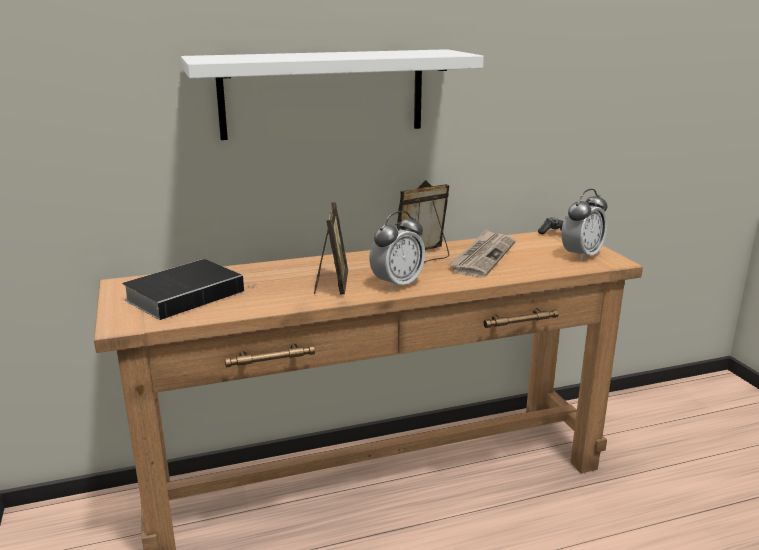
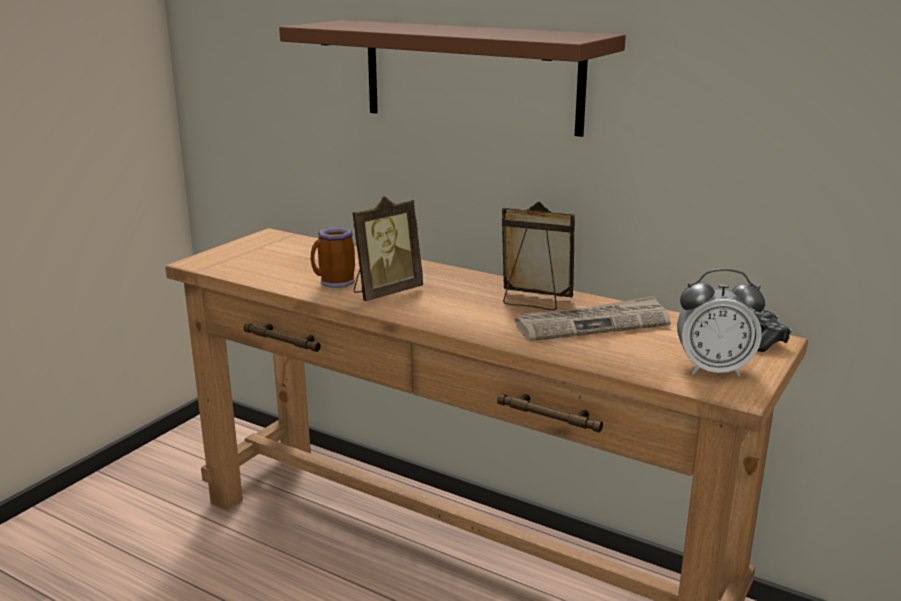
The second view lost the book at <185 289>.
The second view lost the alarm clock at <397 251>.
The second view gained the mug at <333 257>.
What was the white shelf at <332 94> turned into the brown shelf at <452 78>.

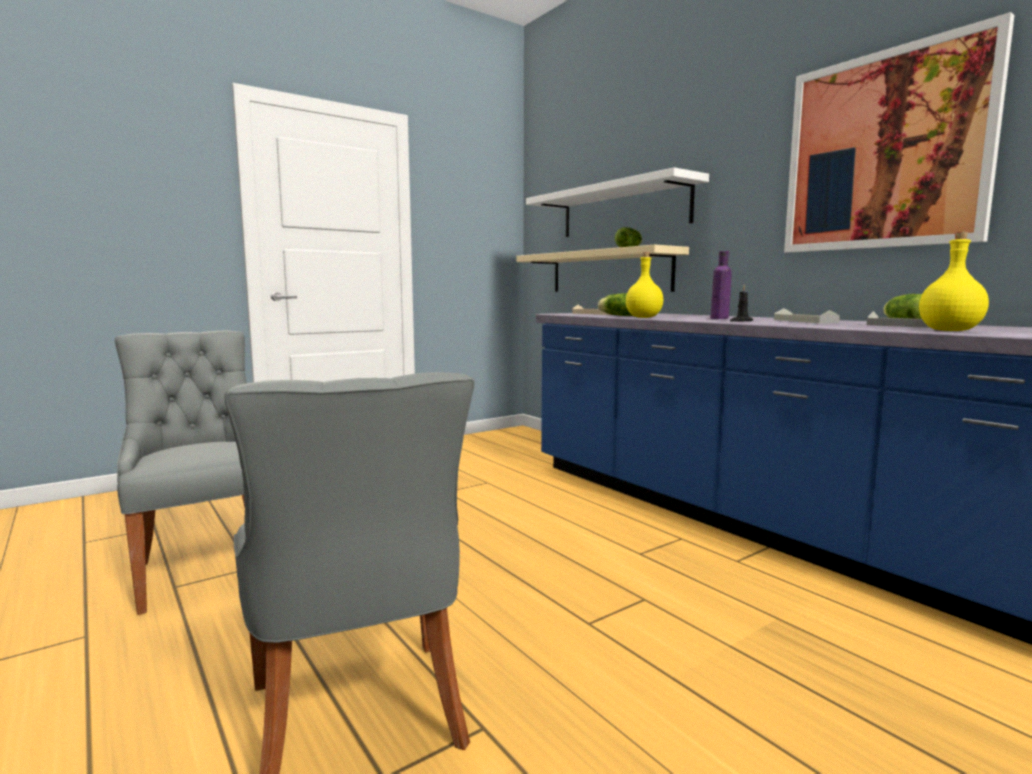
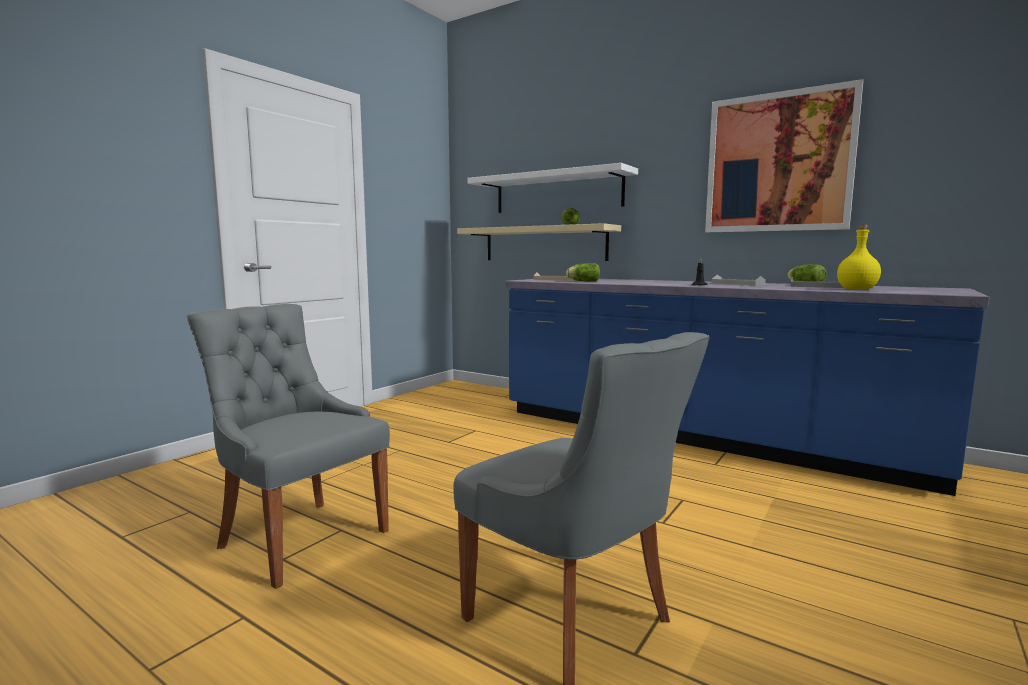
The second view lost the yellow bottle at <644 285>.
The second view lost the purple bottle at <721 285>.

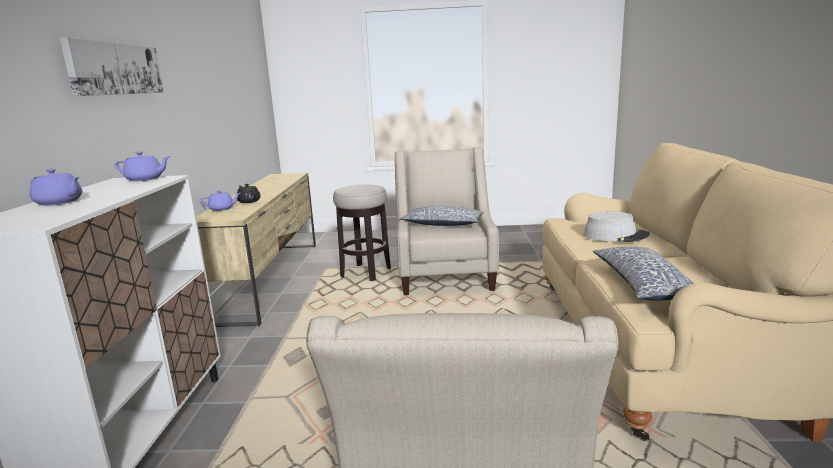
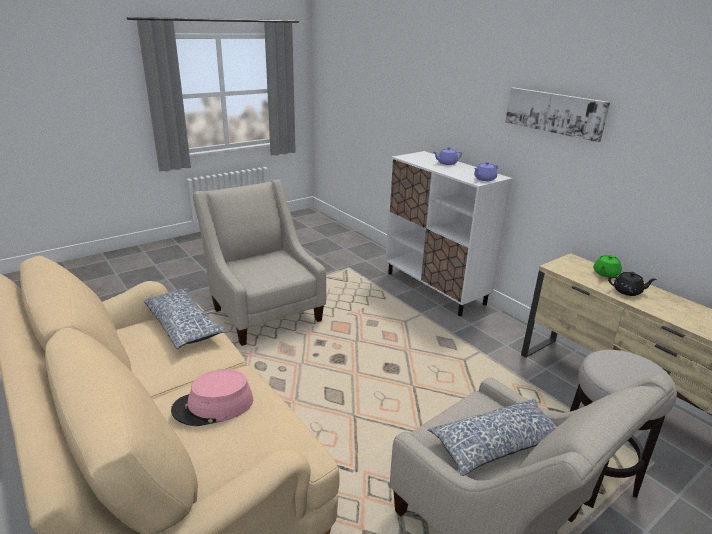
What was the purple teapot at <220 200> turned into the green teapot at <607 266>.
What was the grey hat at <616 227> turned into the pink hat at <212 397>.

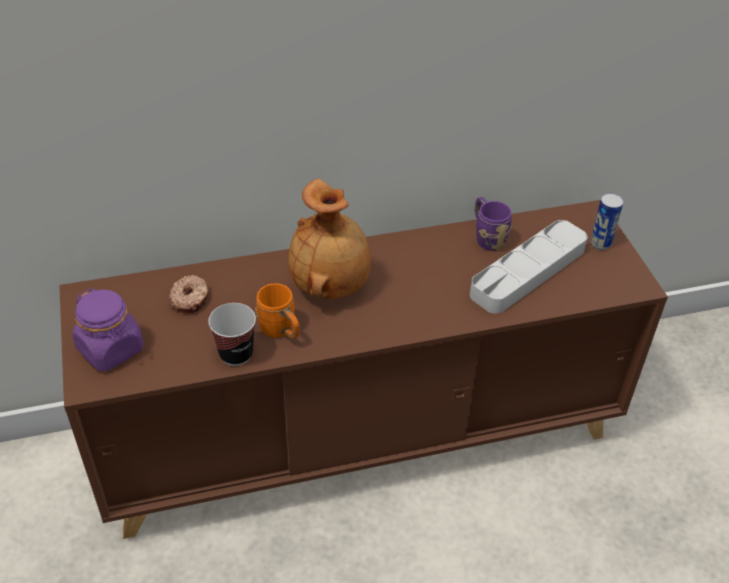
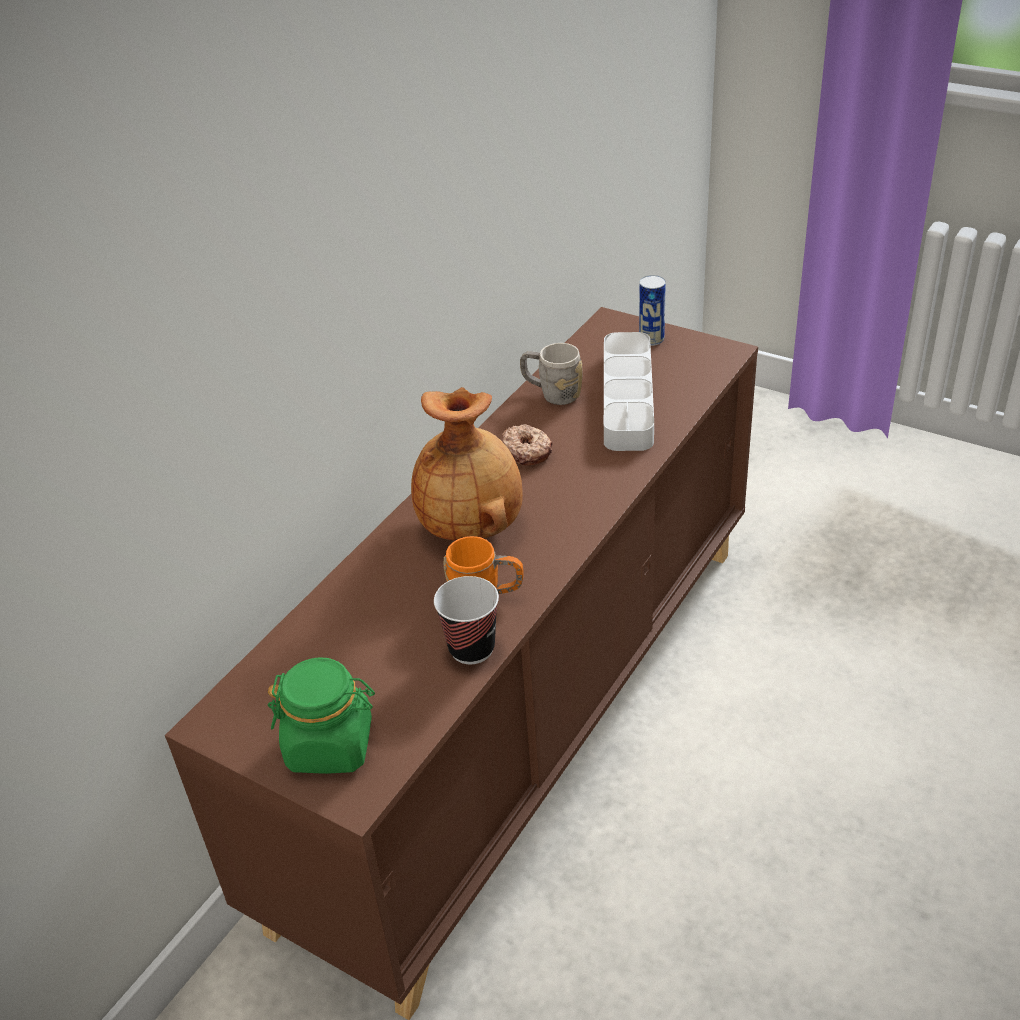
The donut ended up elsewhere, having gone from <189 294> to <527 444>.
What was the purple jar at <107 329> turned into the green jar at <321 715>.
What was the purple mug at <493 224> turned into the grey mug at <551 374>.

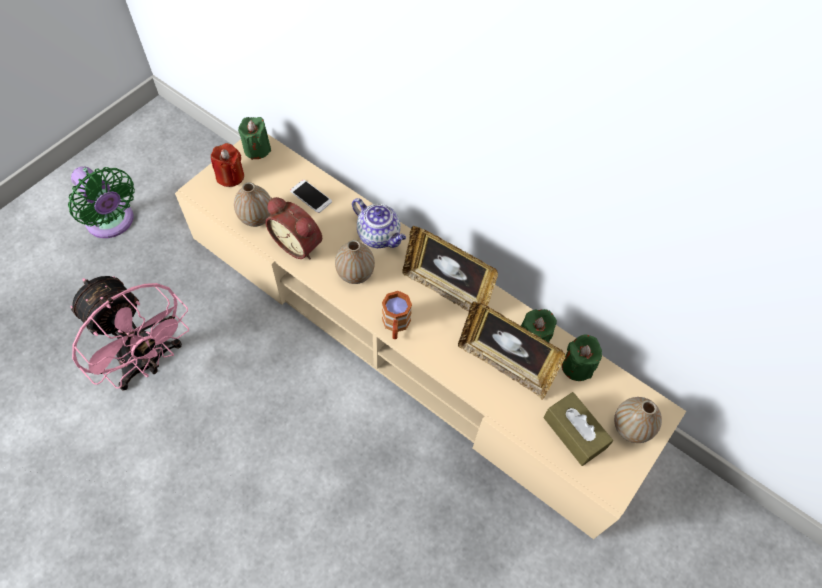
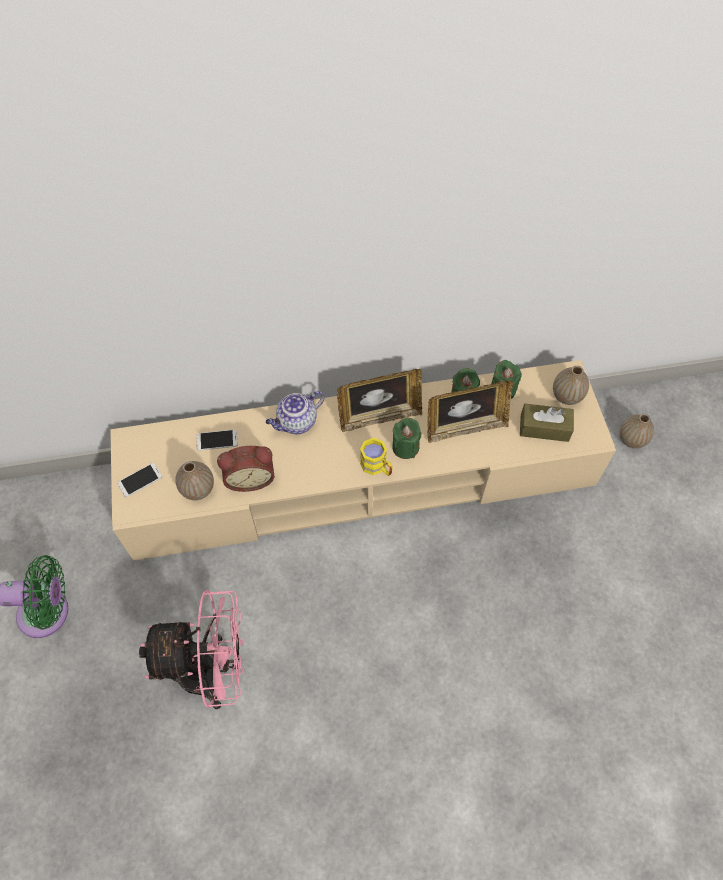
The green candle ended up elsewhere, having gone from <254 138> to <406 438>.
The vase ended up elsewhere, having gone from <355 262> to <637 431>.
Where the red candle stood at <227 165>, the phone came to stand at <139 480>.
What was the brown mug at <397 315> turned into the yellow mug at <376 457>.
The teapot at <379 223> ended up facing another way, 150 degrees clockwise from before.

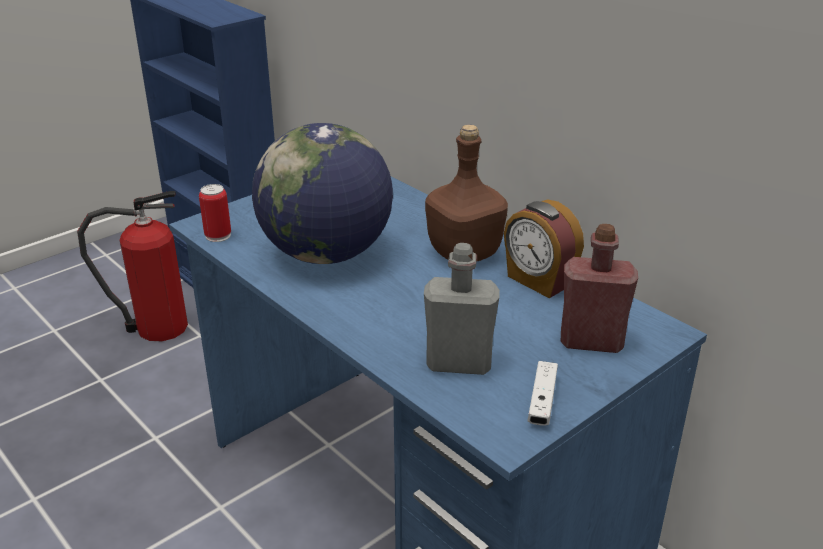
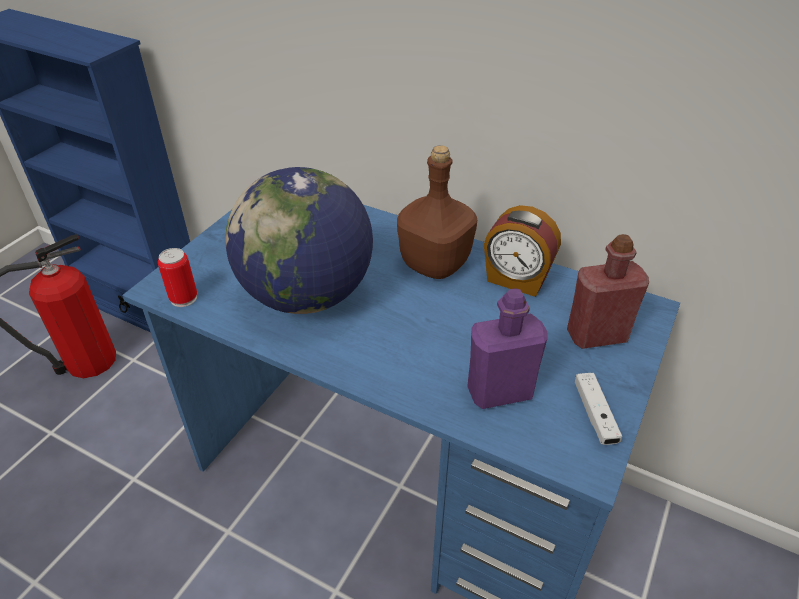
What was the grey bottle at <462 309> turned into the purple bottle at <507 348>.

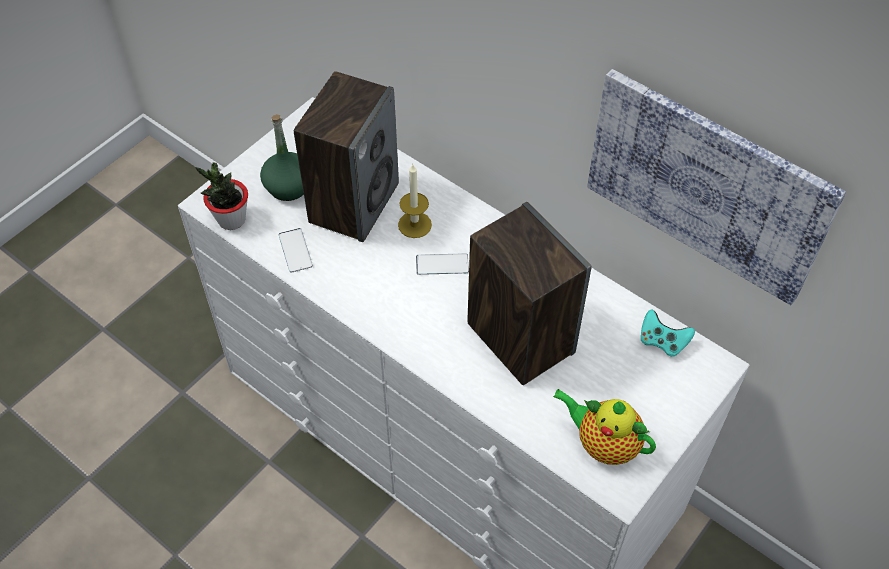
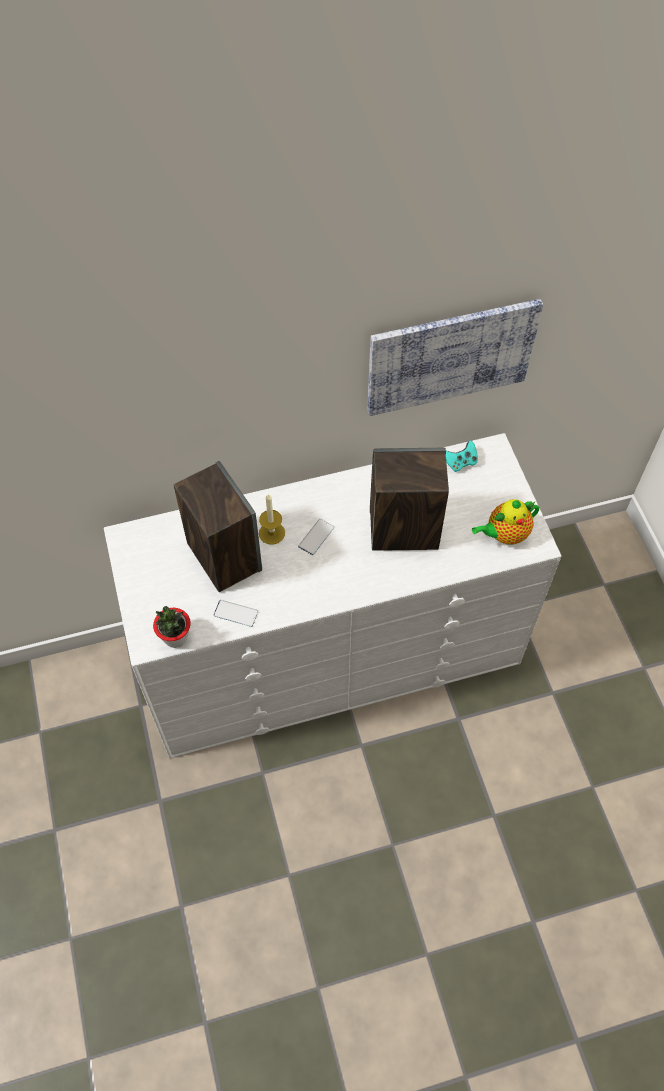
The second view lost the green bottle at <282 157>.

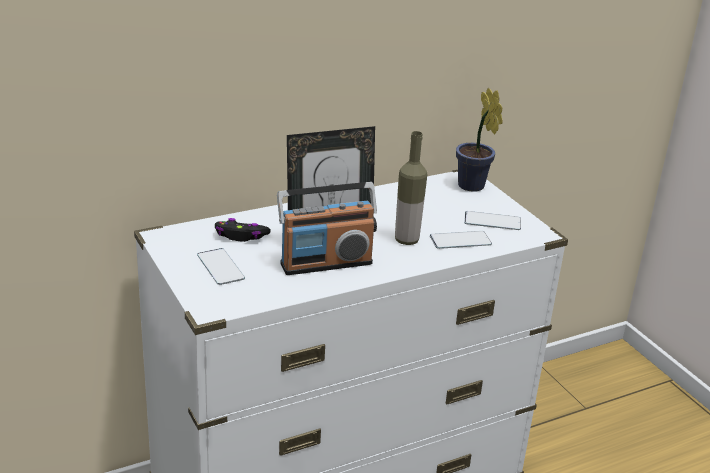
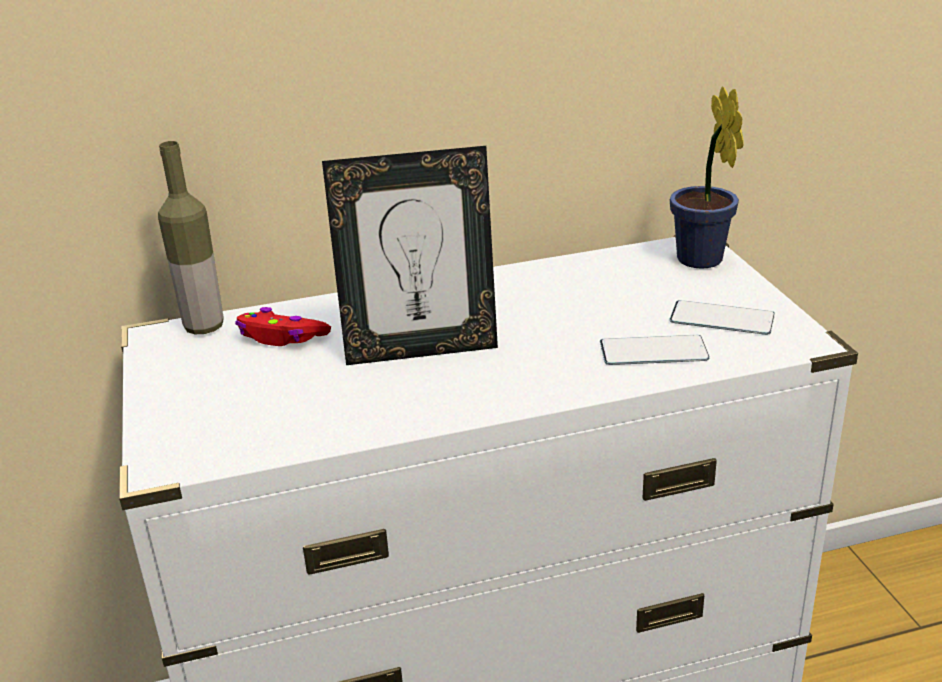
The second view lost the phone at <221 266>.
The second view lost the radio at <327 228>.
The bottle ended up elsewhere, having gone from <411 188> to <190 237>.
What was the black game controller at <243 230> turned into the red game controller at <283 326>.

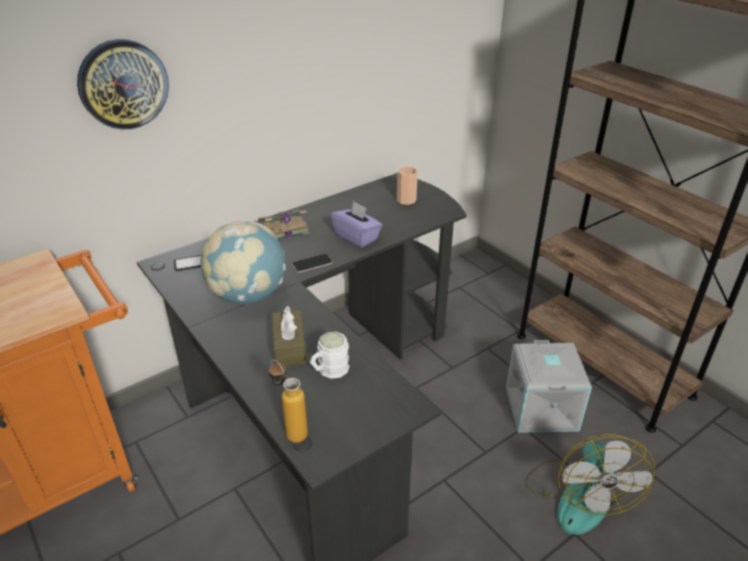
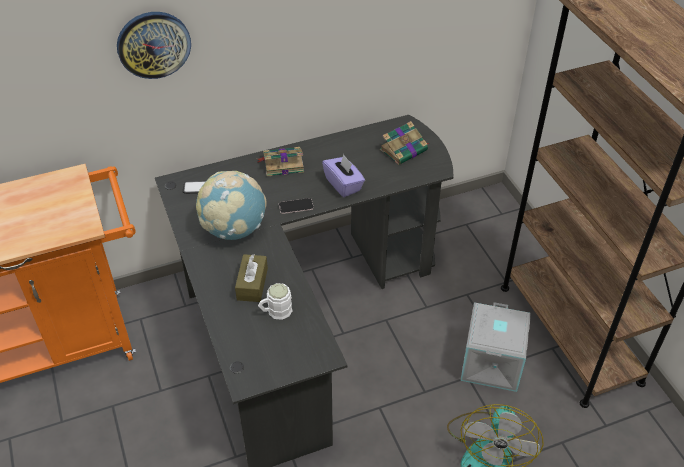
The second view lost the bottle at <288 401>.
Where the cup stood at <407 185>, the book came to stand at <404 143>.

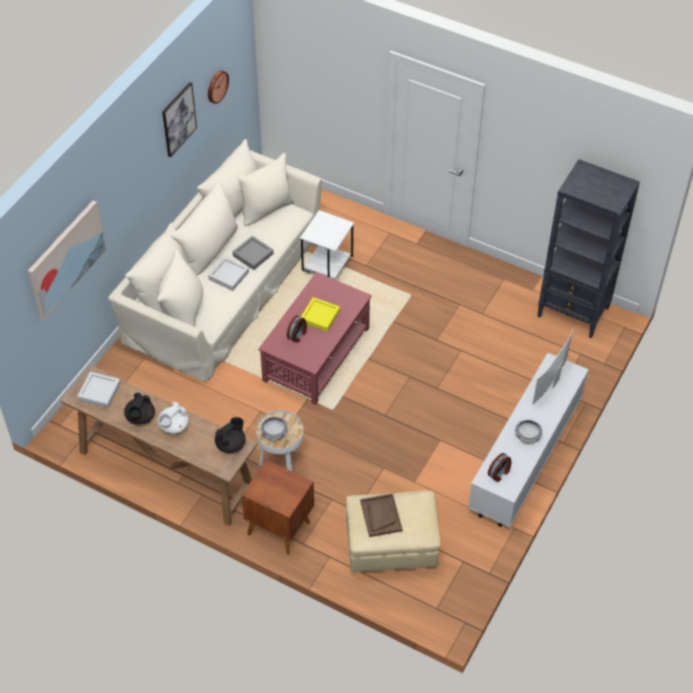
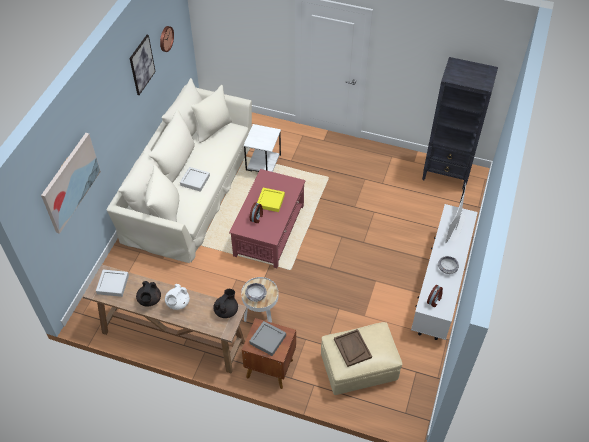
The grey tray ended up elsewhere, having gone from <253 253> to <267 338>.

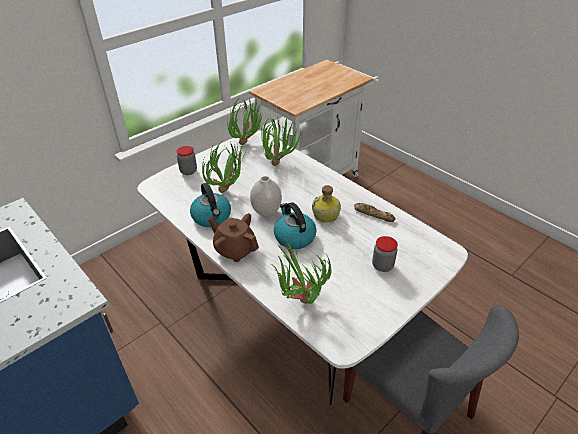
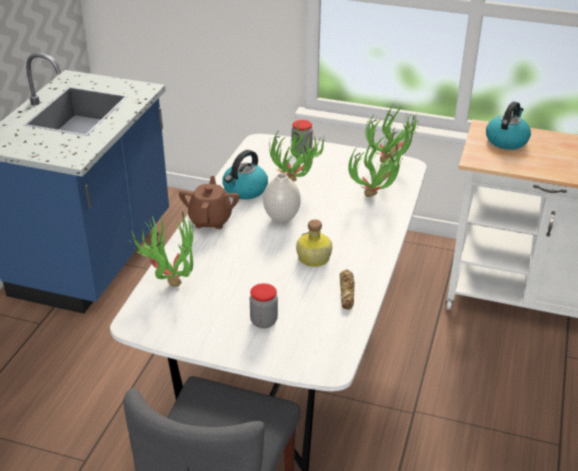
The kettle ended up elsewhere, having gone from <295 225> to <508 125>.

